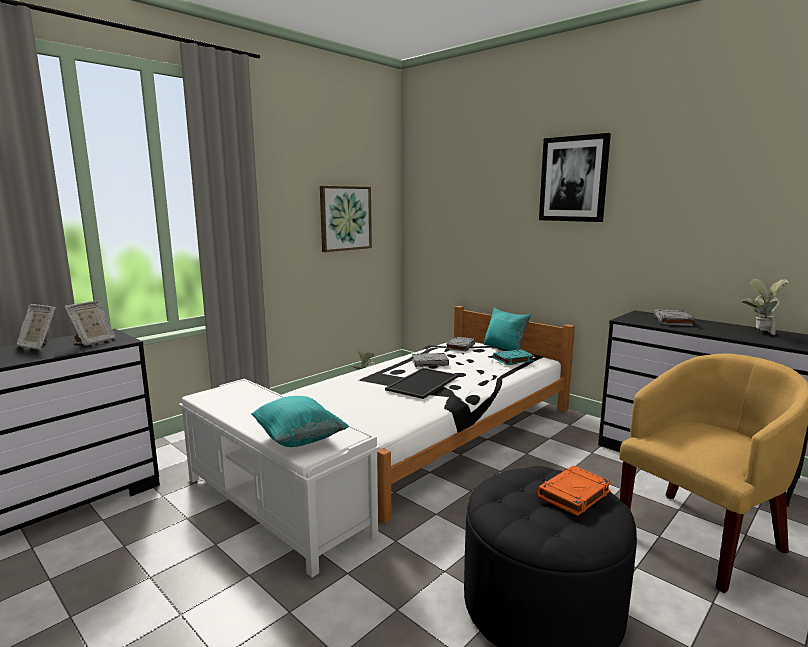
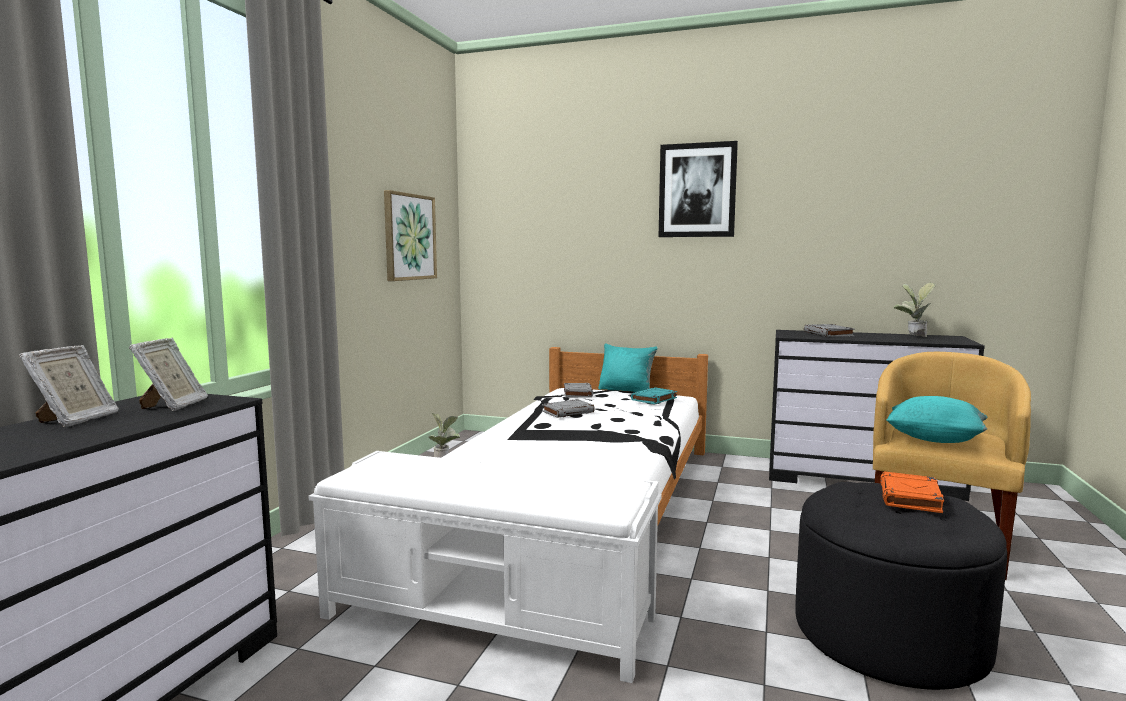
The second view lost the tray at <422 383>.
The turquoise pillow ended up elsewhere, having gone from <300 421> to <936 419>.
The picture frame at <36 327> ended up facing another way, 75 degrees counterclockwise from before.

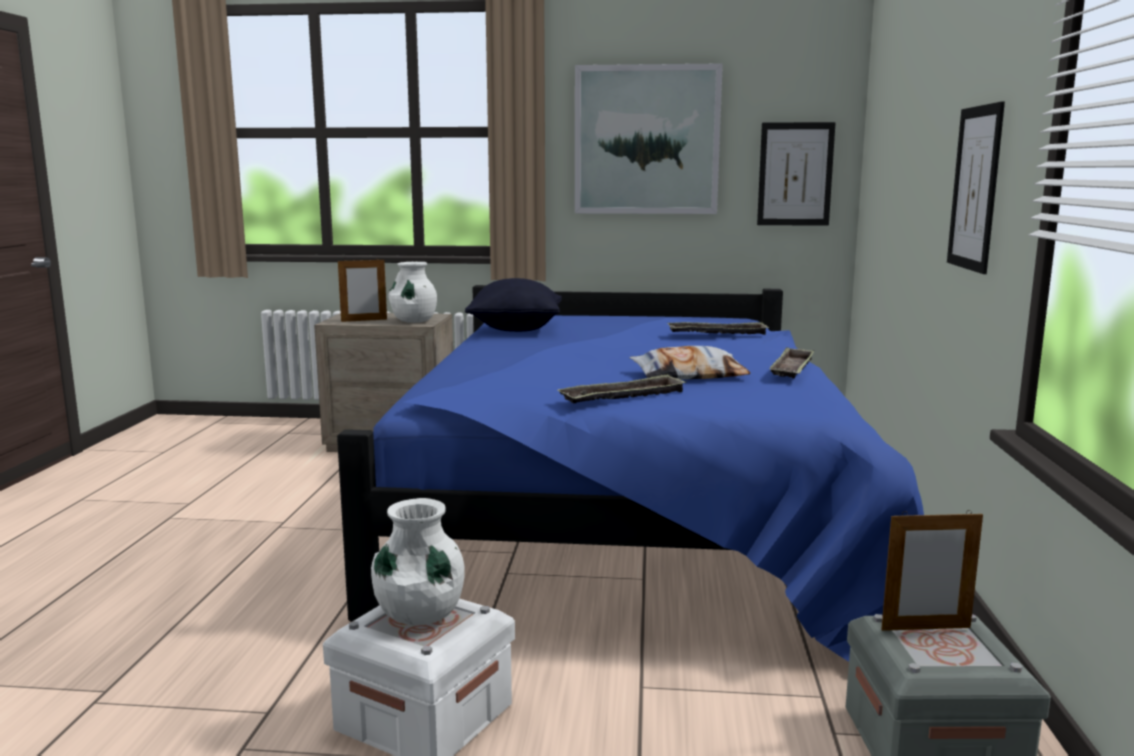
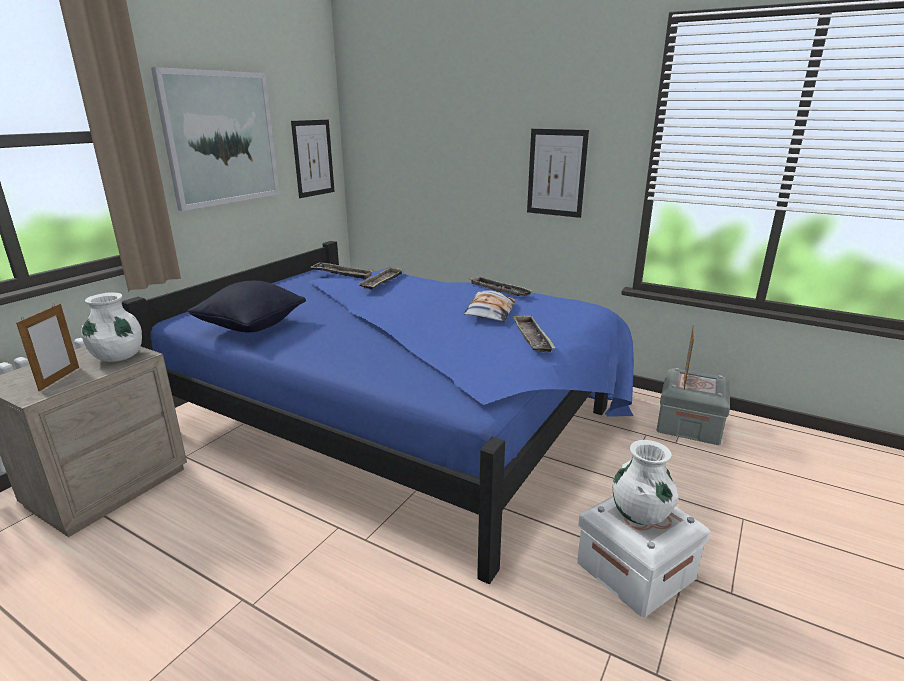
The second view gained the tray at <342 271>.

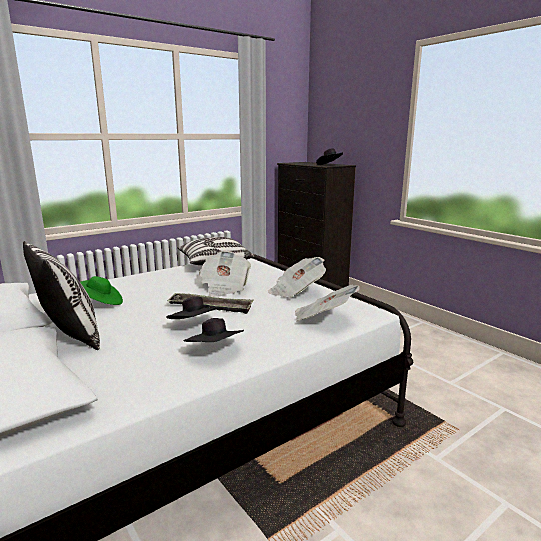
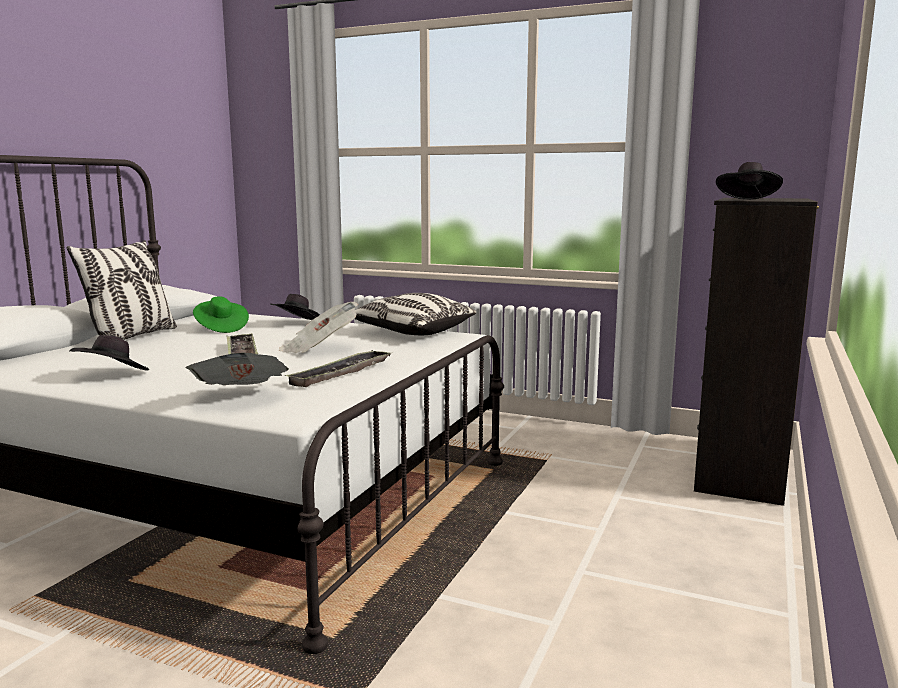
The black hat ended up elsewhere, having gone from <192 308> to <295 307>.
Where the newspaper stood at <297 277>, the tray came to stand at <337 368>.

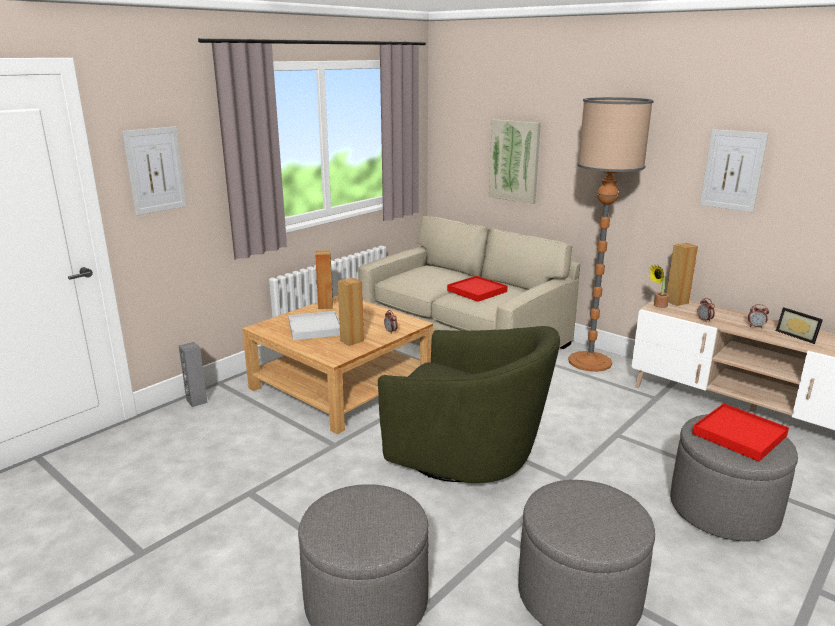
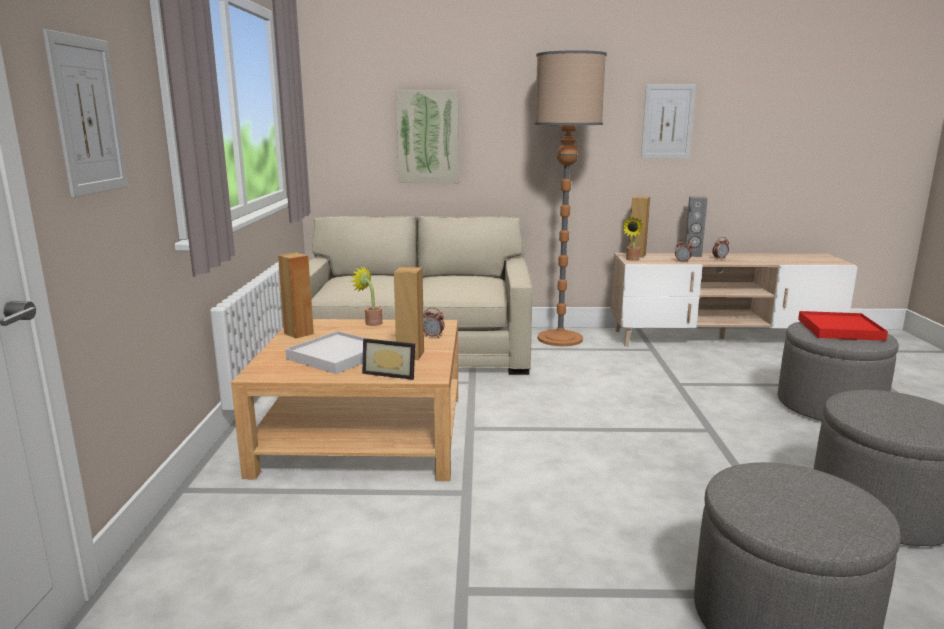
The second view lost the green armchair at <469 404>.
The second view lost the red tray at <477 289>.
The second view gained the potted plant at <366 296>.
The grey speaker ended up elsewhere, having gone from <193 374> to <696 226>.
The picture frame ended up elsewhere, having gone from <799 325> to <388 359>.

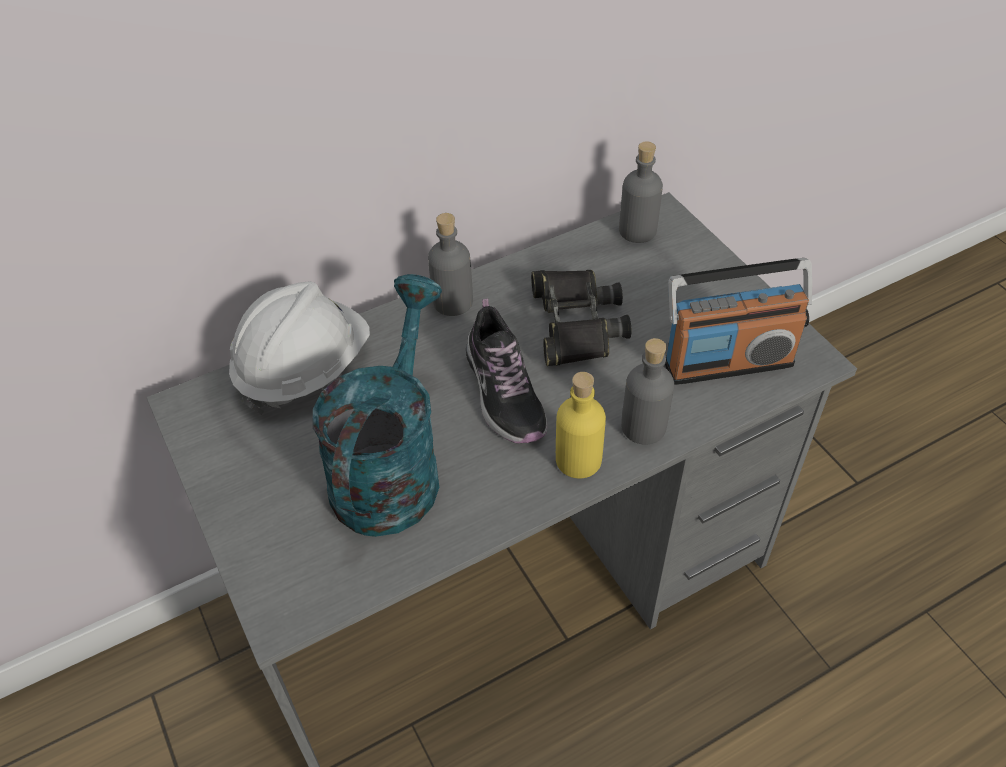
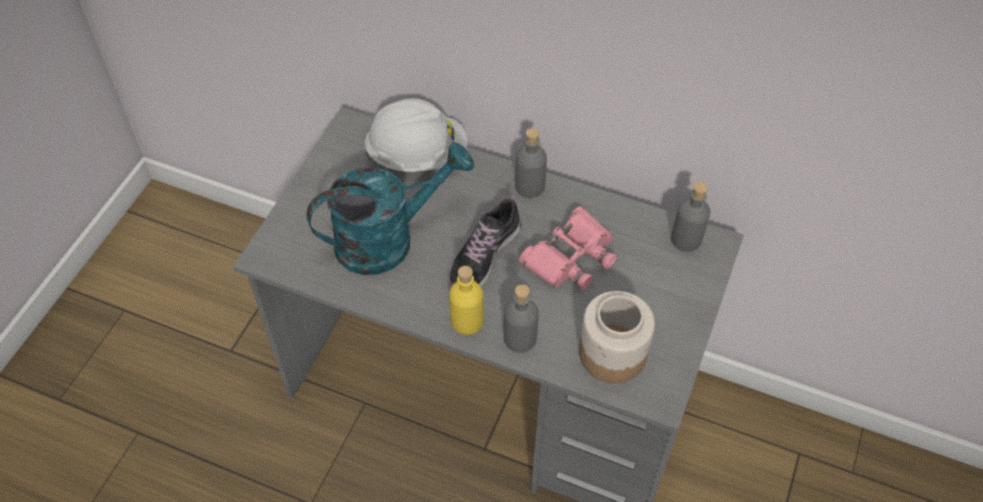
Where the radio stood at <738 321>, the jar came to stand at <617 337>.
What was the black binoculars at <581 318> turned into the pink binoculars at <568 248>.

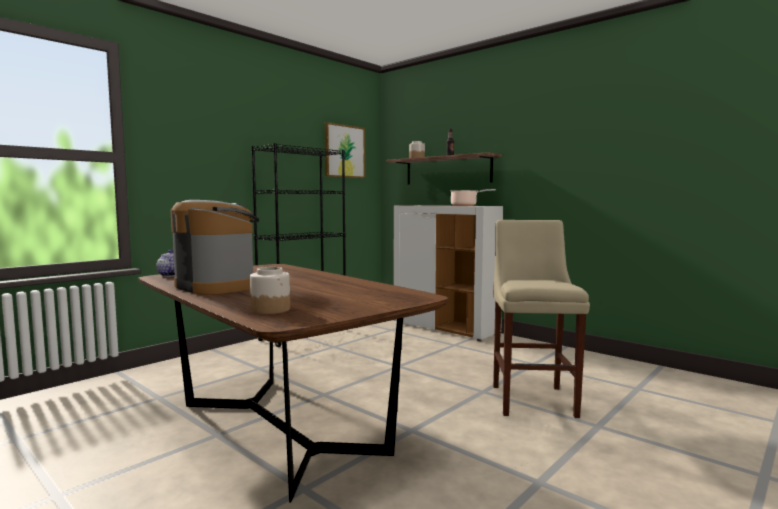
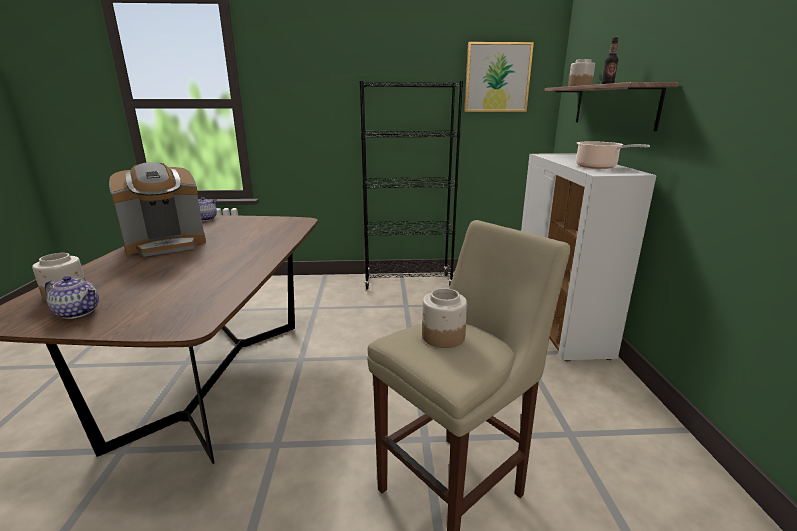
The second view gained the teapot at <72 297>.
The second view gained the jar at <444 318>.
The coffee machine at <214 247> ended up facing another way, 60 degrees clockwise from before.

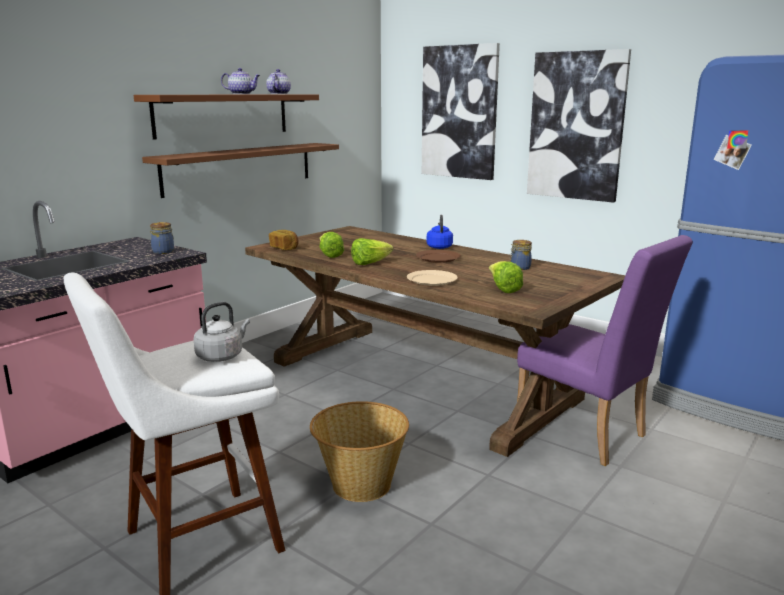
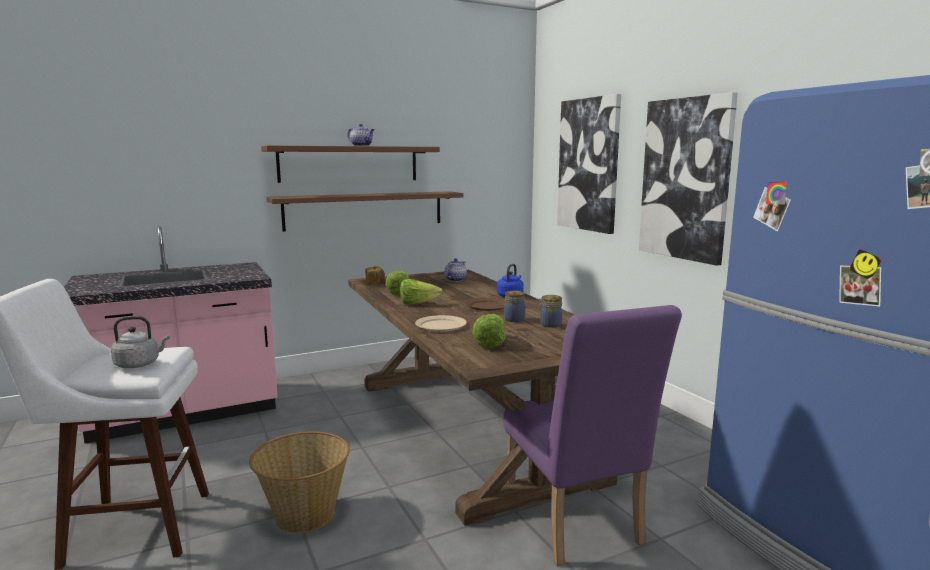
The jar ended up elsewhere, having gone from <162 238> to <515 306>.
The teapot ended up elsewhere, having gone from <278 81> to <455 270>.

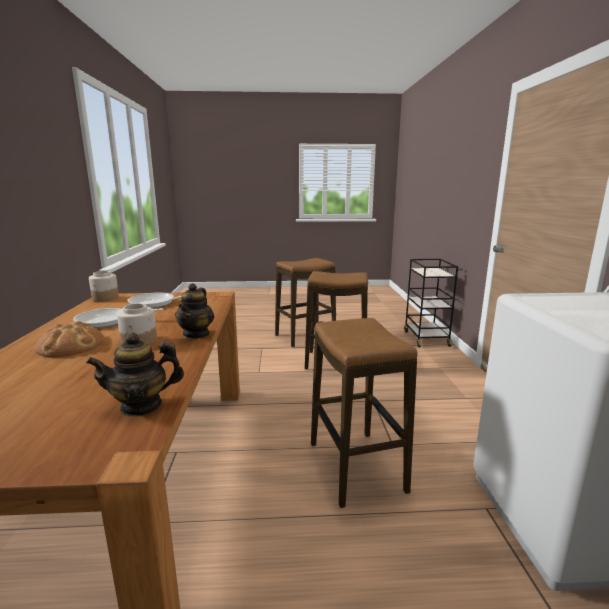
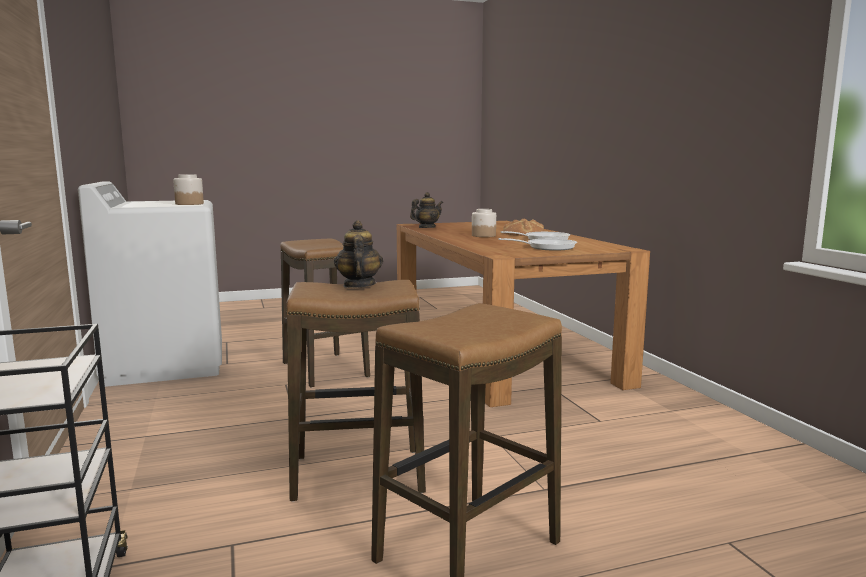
The jar ended up elsewhere, having gone from <104 286> to <188 189>.
The teapot ended up elsewhere, having gone from <194 311> to <358 254>.

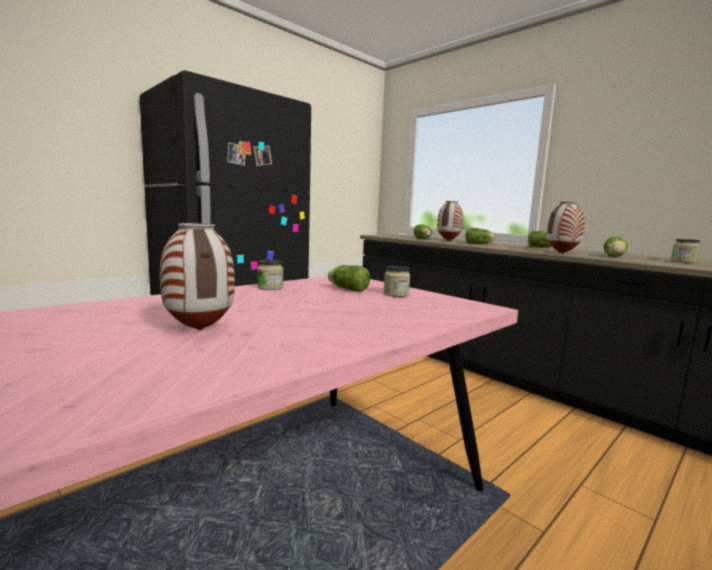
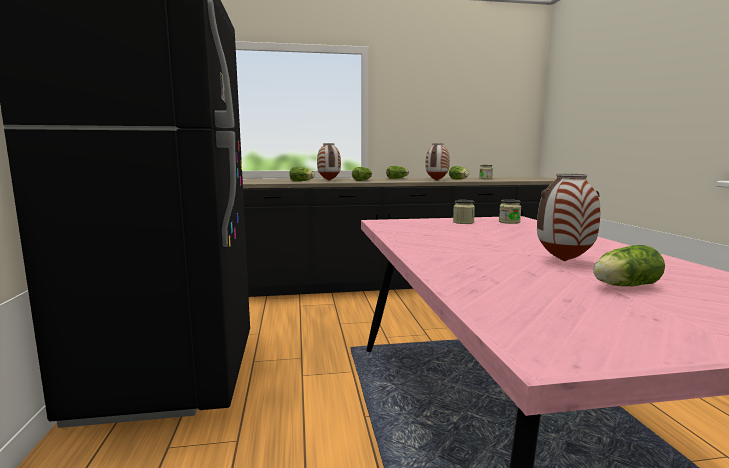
The jar ended up elsewhere, having gone from <270 275> to <510 212>.
The lettuce ended up elsewhere, having gone from <349 278> to <629 266>.

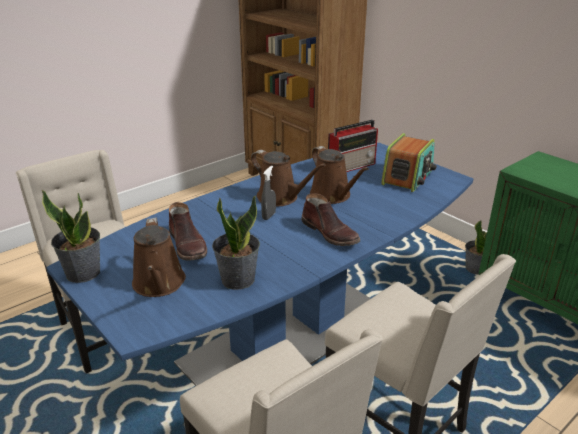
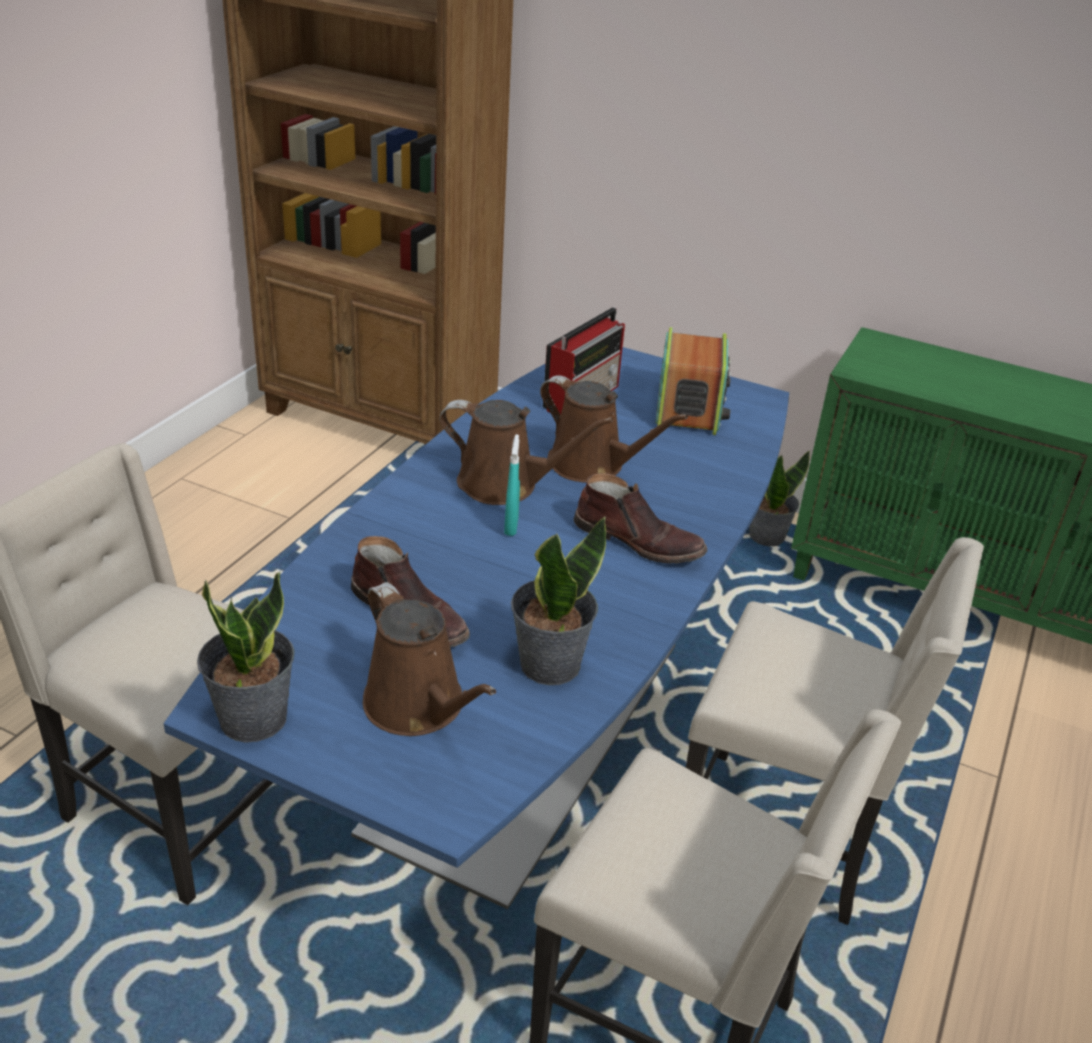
What was the grey spray bottle at <268 193> turned into the turquoise spray bottle at <512 485>.

